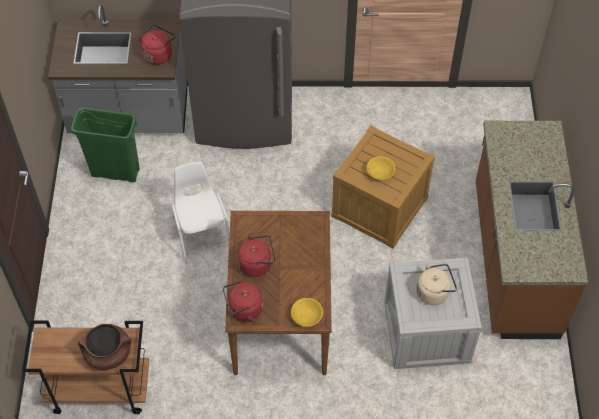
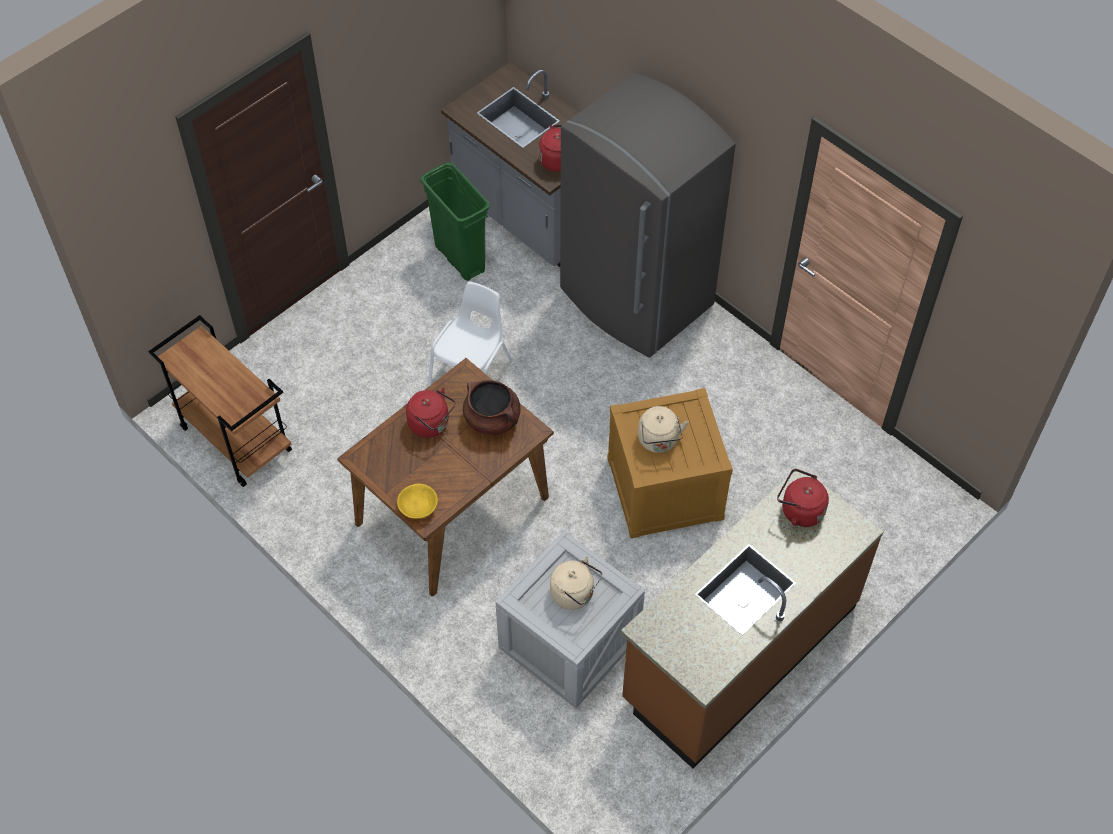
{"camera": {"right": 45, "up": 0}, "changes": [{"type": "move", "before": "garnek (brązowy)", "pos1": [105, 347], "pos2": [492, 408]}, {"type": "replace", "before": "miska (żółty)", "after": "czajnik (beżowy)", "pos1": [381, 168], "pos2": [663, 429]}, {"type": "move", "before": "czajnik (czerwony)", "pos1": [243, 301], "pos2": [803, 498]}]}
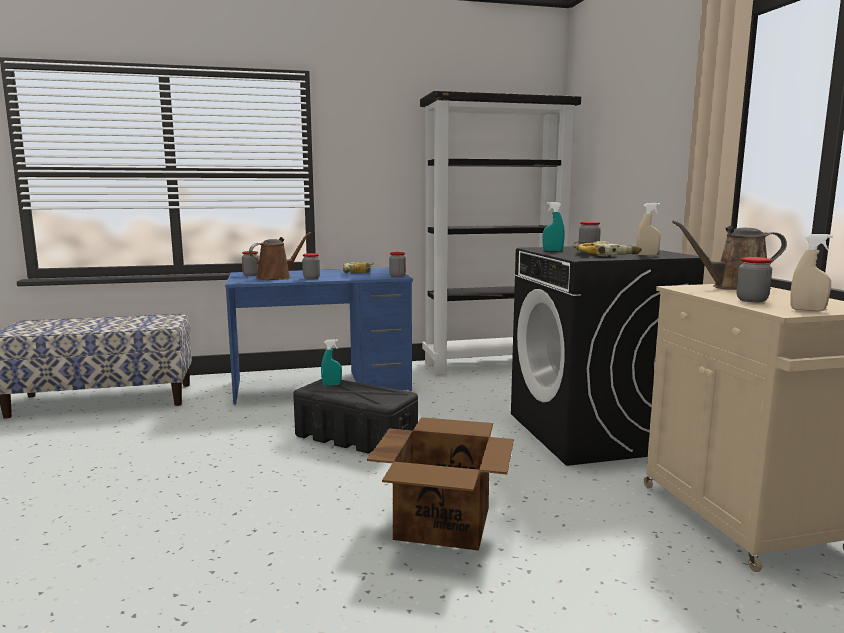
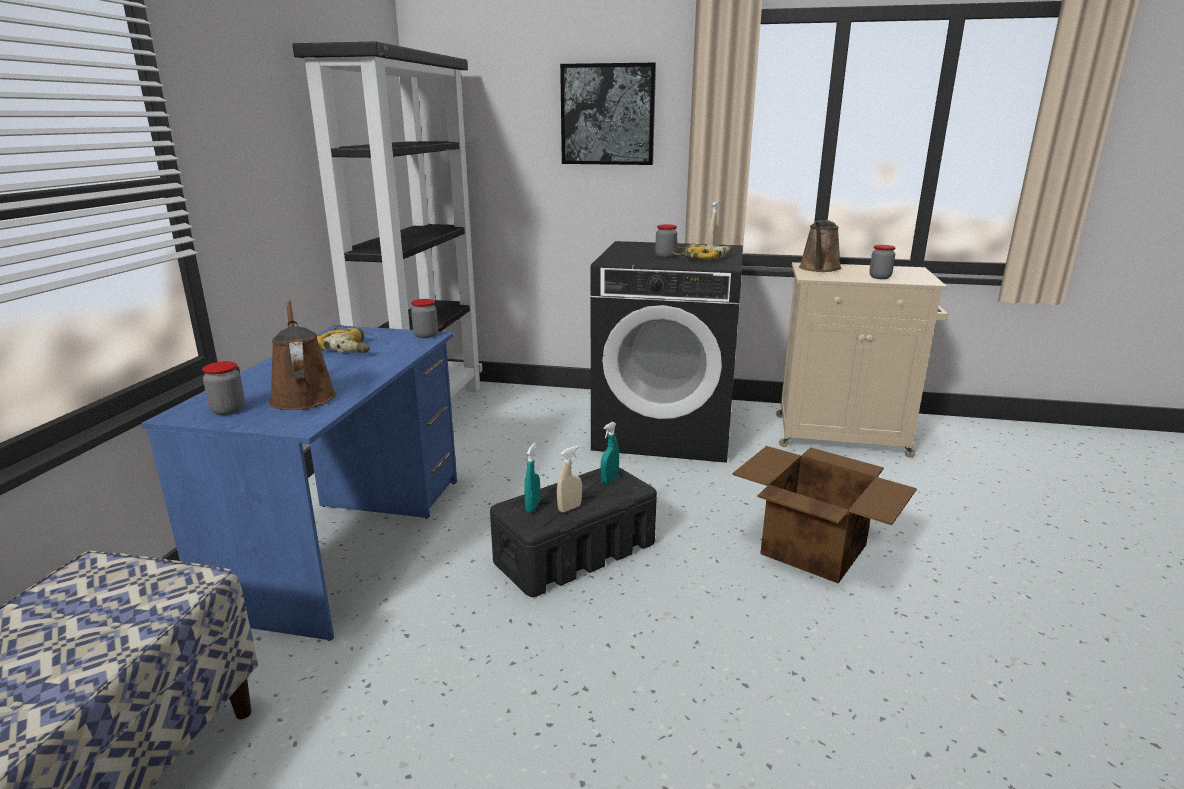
{"camera": {"right": -65, "up": 10}, "changes": [{"type": "move", "before": "spryskiwacz (beżowy)", "pos1": [811, 272], "pos2": [569, 478]}, {"type": "insert", "after": "obraz", "pos2": [608, 114]}, {"type": "move", "before": "spryskiwacz (turkusowy)", "pos1": [554, 226], "pos2": [610, 452]}, {"type": "delete", "before": "słoik", "pos1": [311, 266]}]}
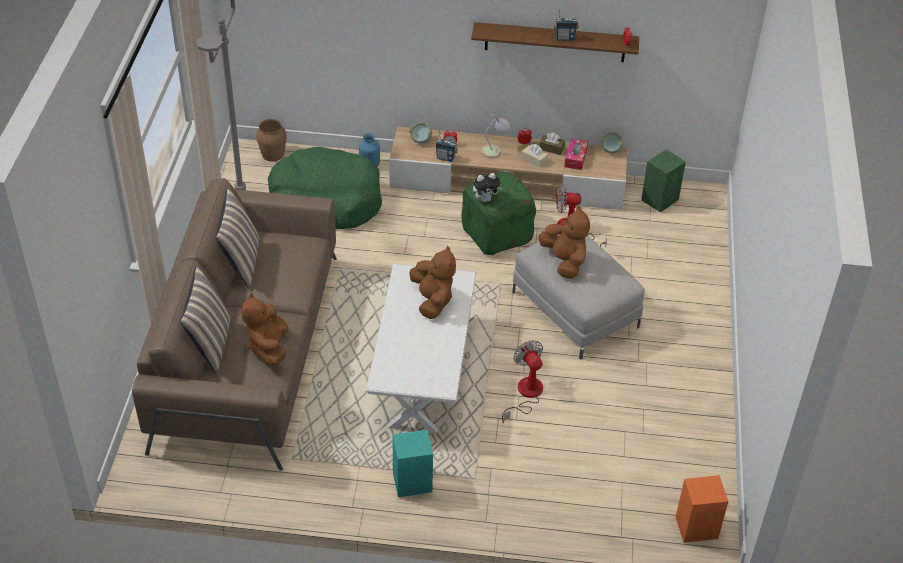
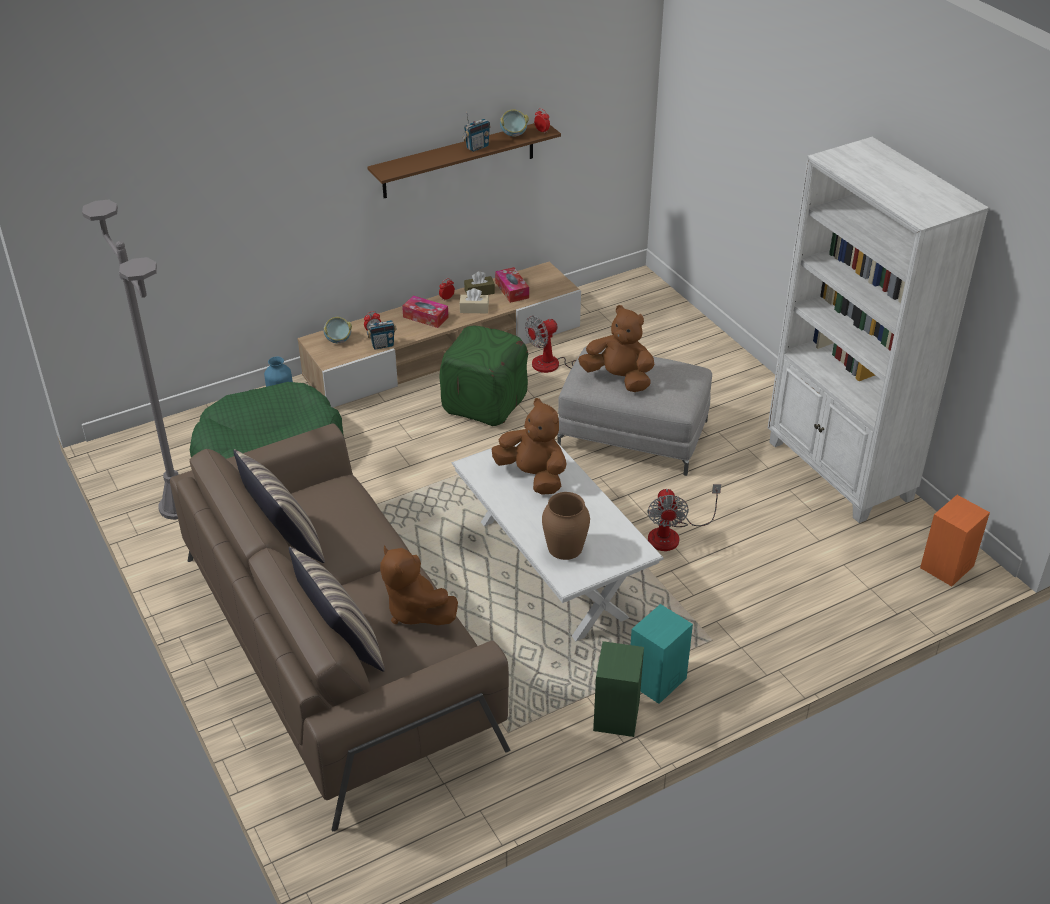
{"camera": {"right": -35, "up": -5}, "changes": [{"type": "replace", "before": "lampa stołowa", "after": "pudełko chusteczek", "pos1": [495, 134], "pos2": [425, 311]}, {"type": "move", "before": "miska", "pos1": [612, 143], "pos2": [514, 123]}, {"type": "move", "before": "wazon (brązowy)", "pos1": [271, 140], "pos2": [566, 526]}, {"type": "move", "before": "głośnik (zielony)", "pos1": [663, 181], "pos2": [618, 689]}, {"type": "rotate", "before": "wentylator", "pos1": [522, 381], "pos2": [684, 517], "turn": -120}, {"type": "insert", "after": "regał (biały)", "pos2": [878, 330]}, {"type": "delete", "before": "pluszak", "pos1": [488, 187]}]}
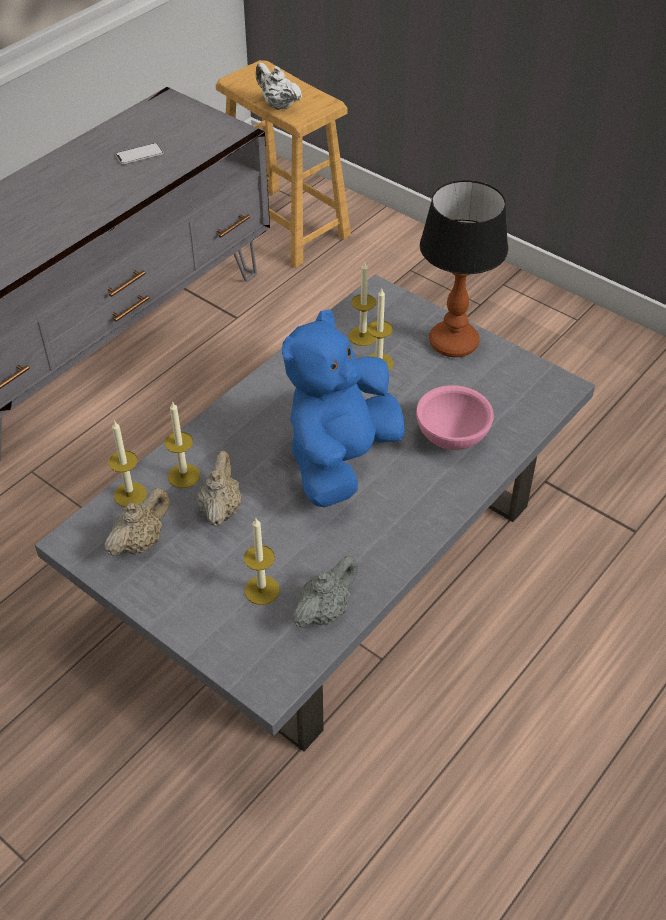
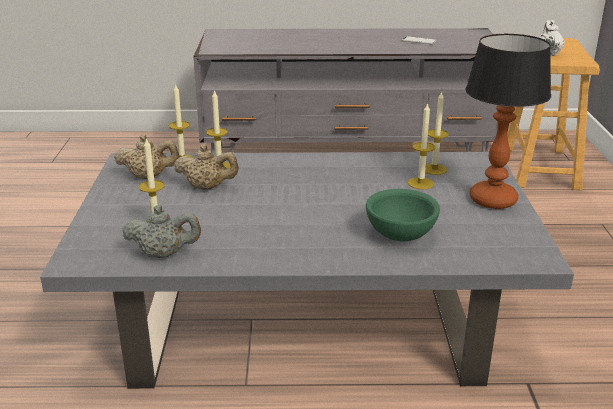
{"camera": {"right": 50, "up": -20}, "changes": [{"type": "rotate", "before": "imbryk (beżowy)", "pos1": [219, 488], "pos2": [206, 167], "turn": 45}, {"type": "recolor", "before": "miska (różowy)", "after": "miska (zielony)", "pos1": [455, 417], "pos2": [403, 215]}, {"type": "delete", "before": "pluszak (niebieski)", "pos1": [343, 408]}]}
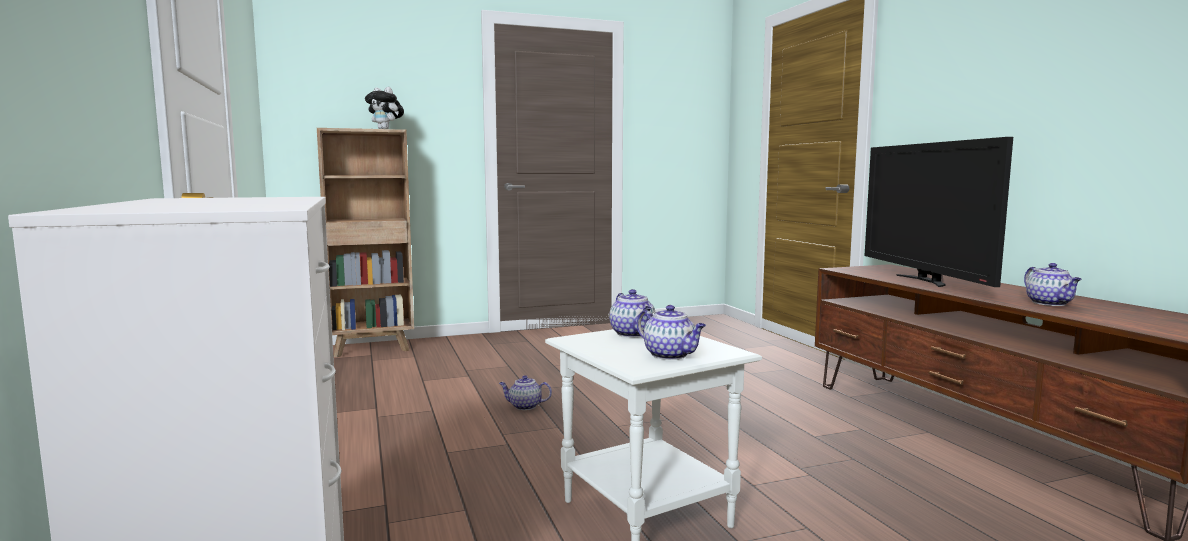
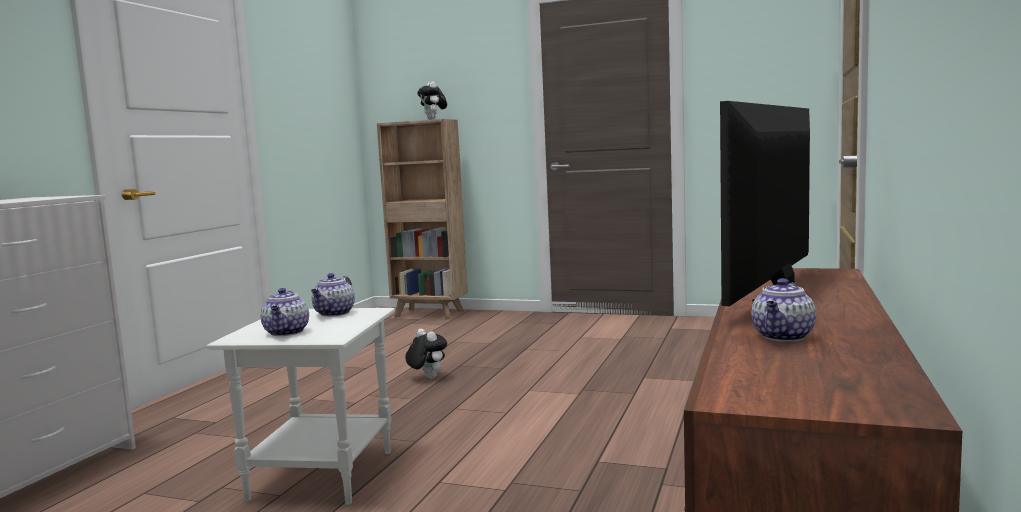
{"camera": {"right": 40, "up": 0}, "changes": [{"type": "replace", "before": "imbryk", "after": "pluszak", "pos1": [525, 392], "pos2": [426, 354]}]}
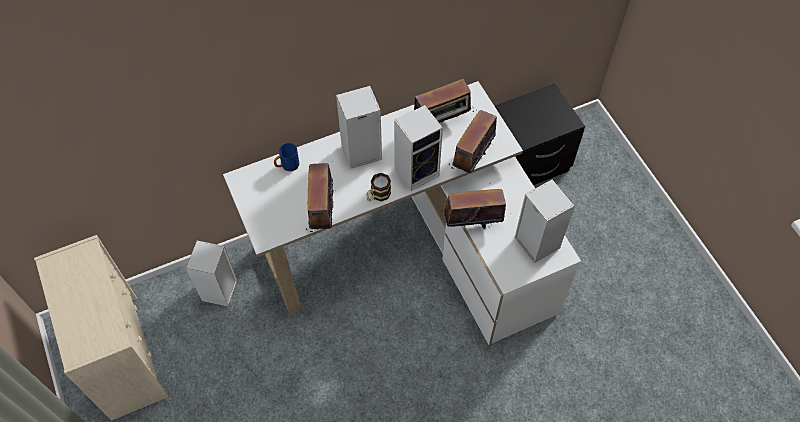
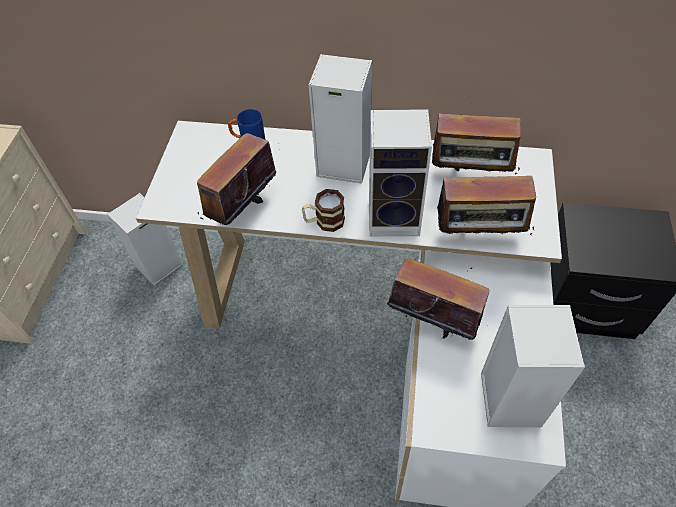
{"camera": {"right": 35, "up": -5}, "changes": [{"type": "rotate", "before": "radio", "pos1": [473, 141], "pos2": [486, 212], "turn": -150}]}
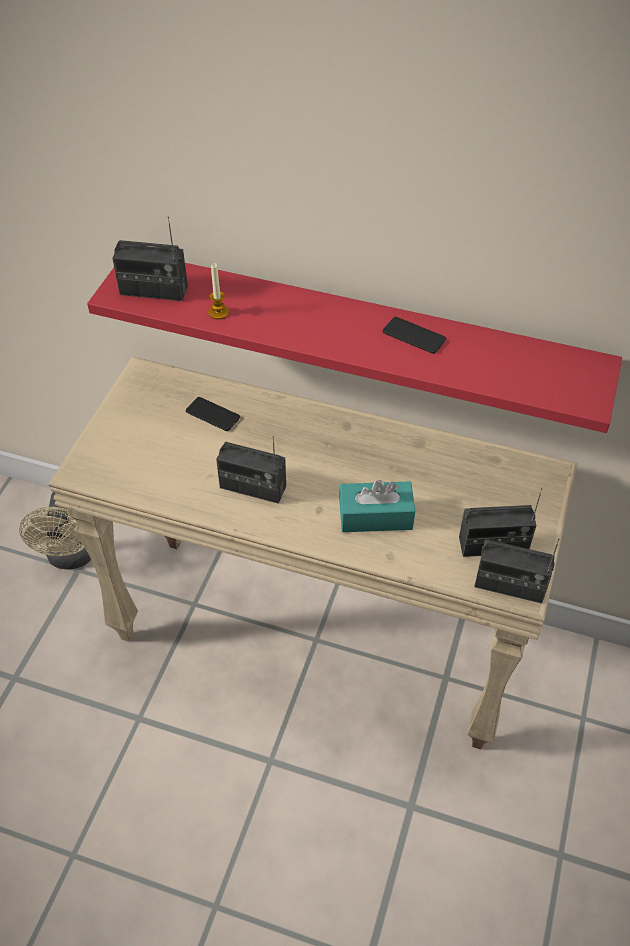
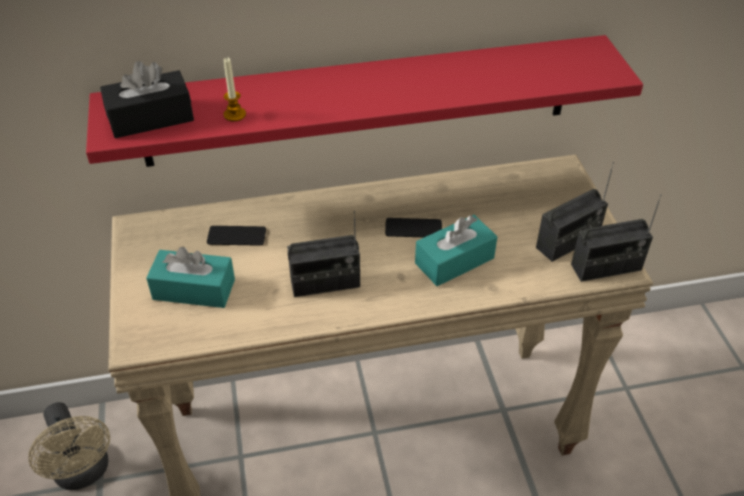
{"camera": {"right": -30, "up": -5}, "changes": [{"type": "replace", "before": "radio", "after": "pudełko chusteczek (czarny)", "pos1": [150, 258], "pos2": [147, 99]}, {"type": "insert", "after": "pudełko chusteczek (turkusowy)", "pos2": [190, 277]}, {"type": "move", "before": "telefon", "pos1": [414, 335], "pos2": [413, 227]}]}
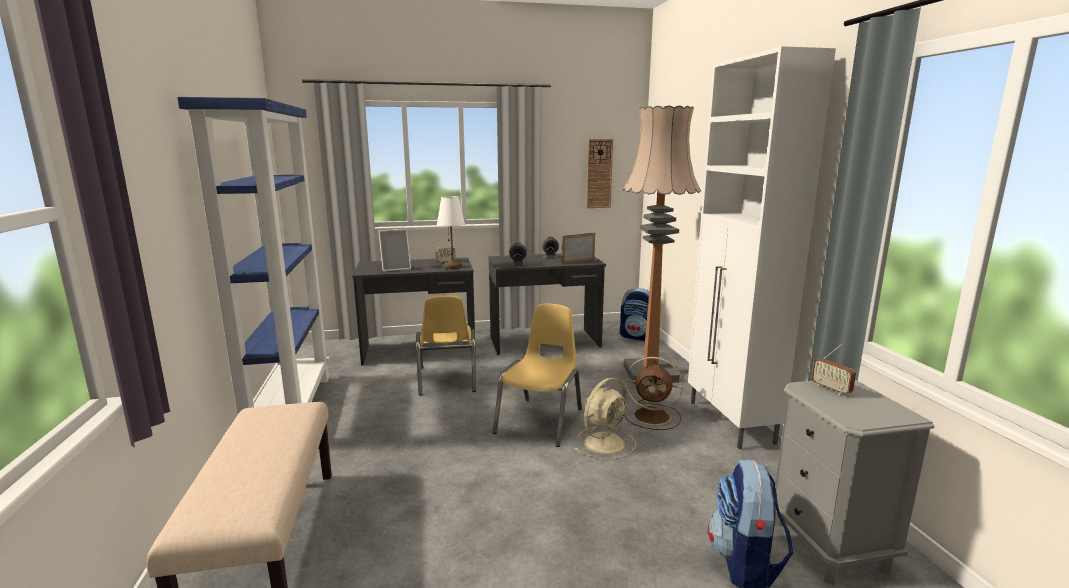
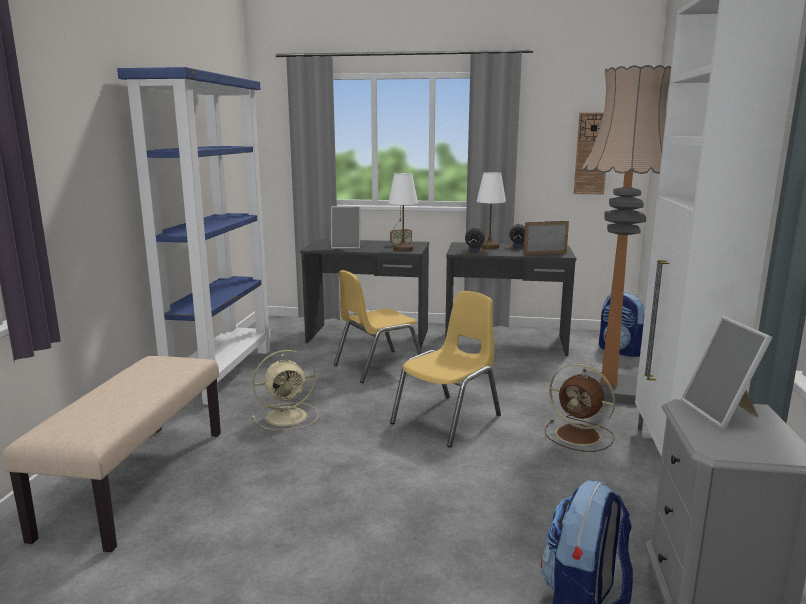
{"camera": {"right": 20, "up": 0}, "changes": [{"type": "move", "before": "wentylator (beżowy)", "pos1": [605, 418], "pos2": [285, 390]}, {"type": "rotate", "before": "krzesło (żółty)", "pos1": [446, 345], "pos2": [378, 326], "turn": 45}, {"type": "insert", "after": "lampa stołowa (biały)", "pos2": [491, 210]}, {"type": "replace", "before": "radio", "after": "ramka na zdjęcie", "pos1": [834, 369], "pos2": [726, 372]}]}
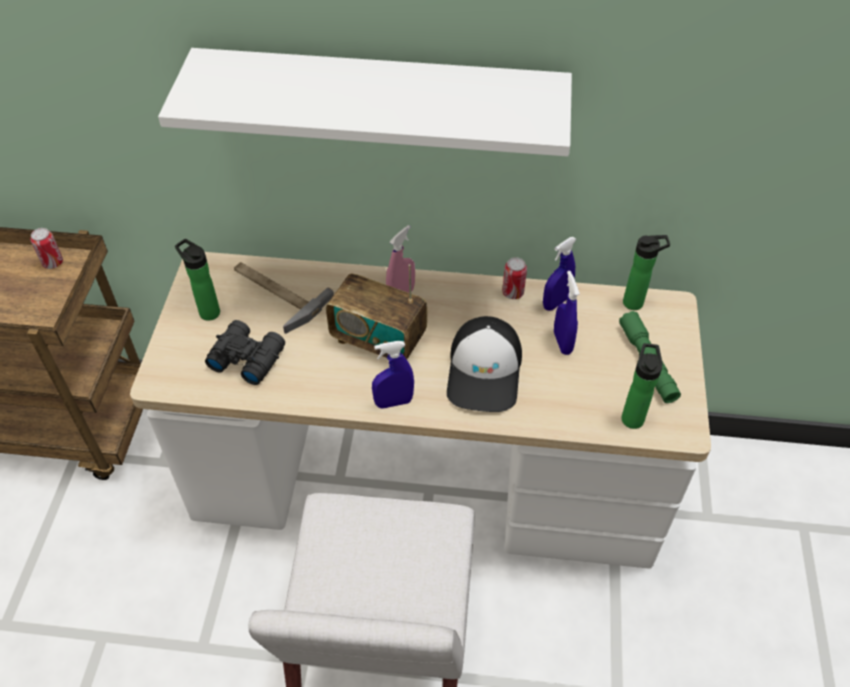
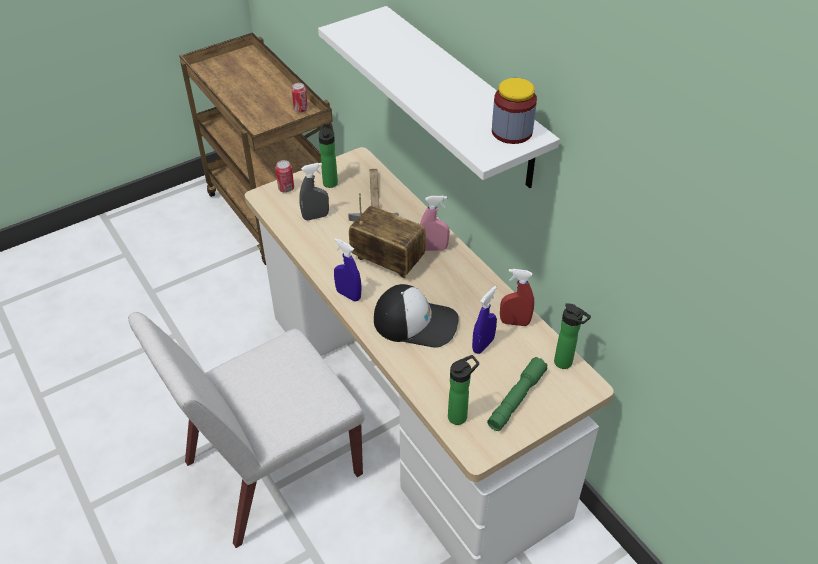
{"camera": {"right": 50, "up": -5}, "changes": [{"type": "move", "before": "puszka", "pos1": [514, 278], "pos2": [284, 176]}, {"type": "replace", "before": "lornetka (czarny)", "after": "spryskiwacz (szary)", "pos1": [245, 352], "pos2": [314, 191]}, {"type": "rotate", "before": "radio", "pos1": [376, 311], "pos2": [387, 235], "turn": 135}, {"type": "rotate", "before": "czapka z daszkiem", "pos1": [484, 364], "pos2": [416, 316], "turn": -135}, {"type": "insert", "after": "słoik", "pos2": [514, 111]}, {"type": "recolor", "before": "spryskiwacz (niebieski)", "after": "spryskiwacz (czerwony)", "pos1": [560, 274], "pos2": [517, 297]}]}
